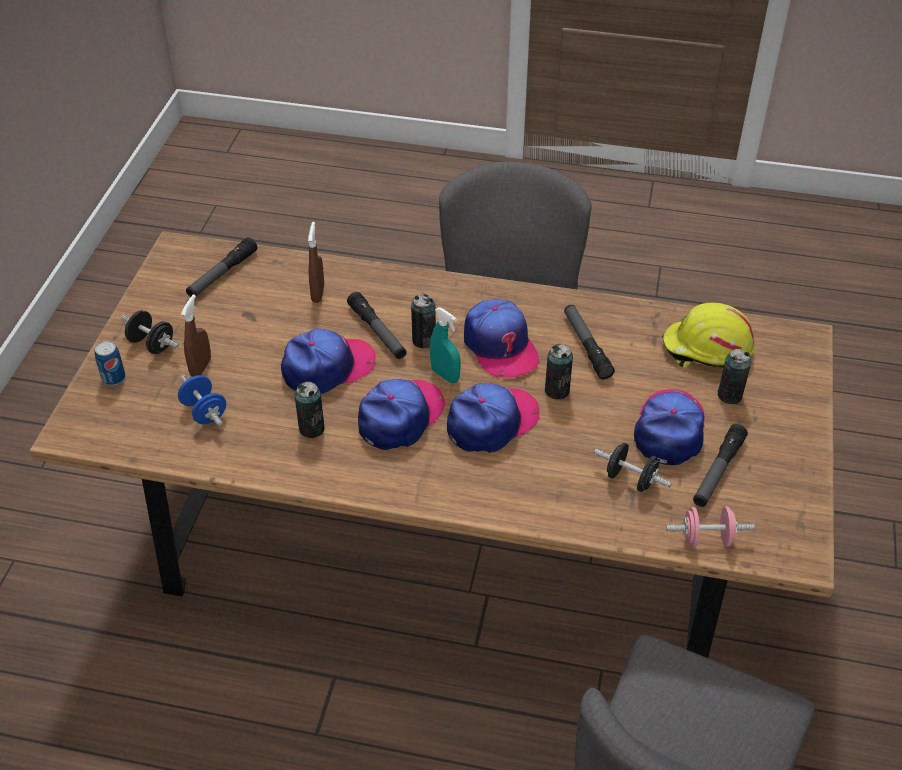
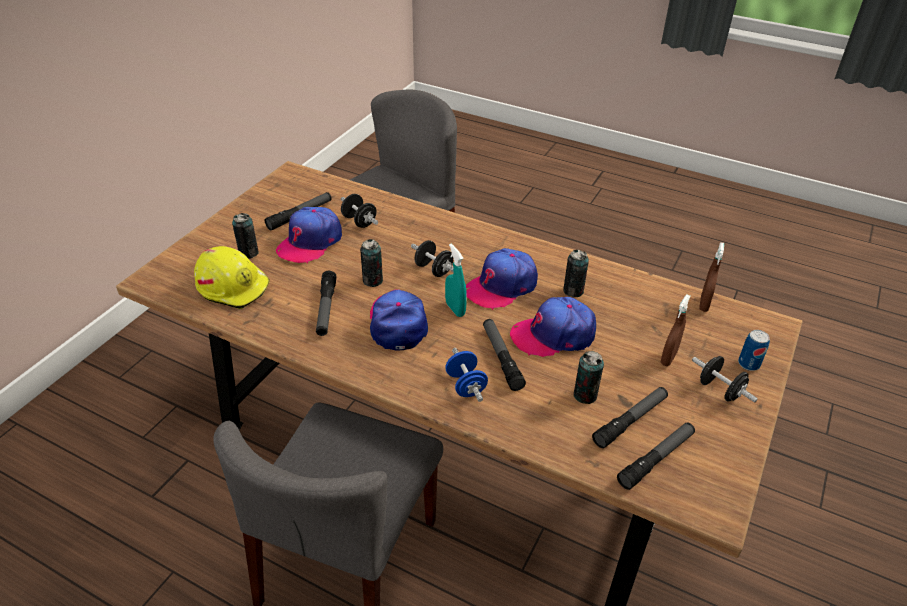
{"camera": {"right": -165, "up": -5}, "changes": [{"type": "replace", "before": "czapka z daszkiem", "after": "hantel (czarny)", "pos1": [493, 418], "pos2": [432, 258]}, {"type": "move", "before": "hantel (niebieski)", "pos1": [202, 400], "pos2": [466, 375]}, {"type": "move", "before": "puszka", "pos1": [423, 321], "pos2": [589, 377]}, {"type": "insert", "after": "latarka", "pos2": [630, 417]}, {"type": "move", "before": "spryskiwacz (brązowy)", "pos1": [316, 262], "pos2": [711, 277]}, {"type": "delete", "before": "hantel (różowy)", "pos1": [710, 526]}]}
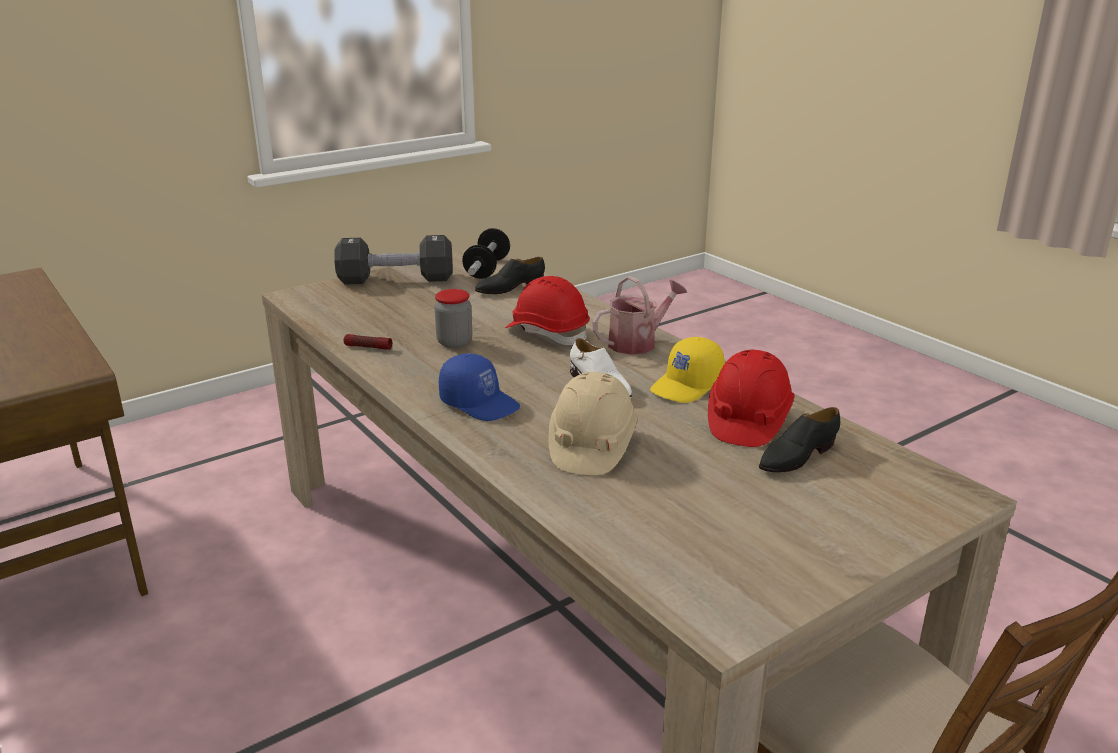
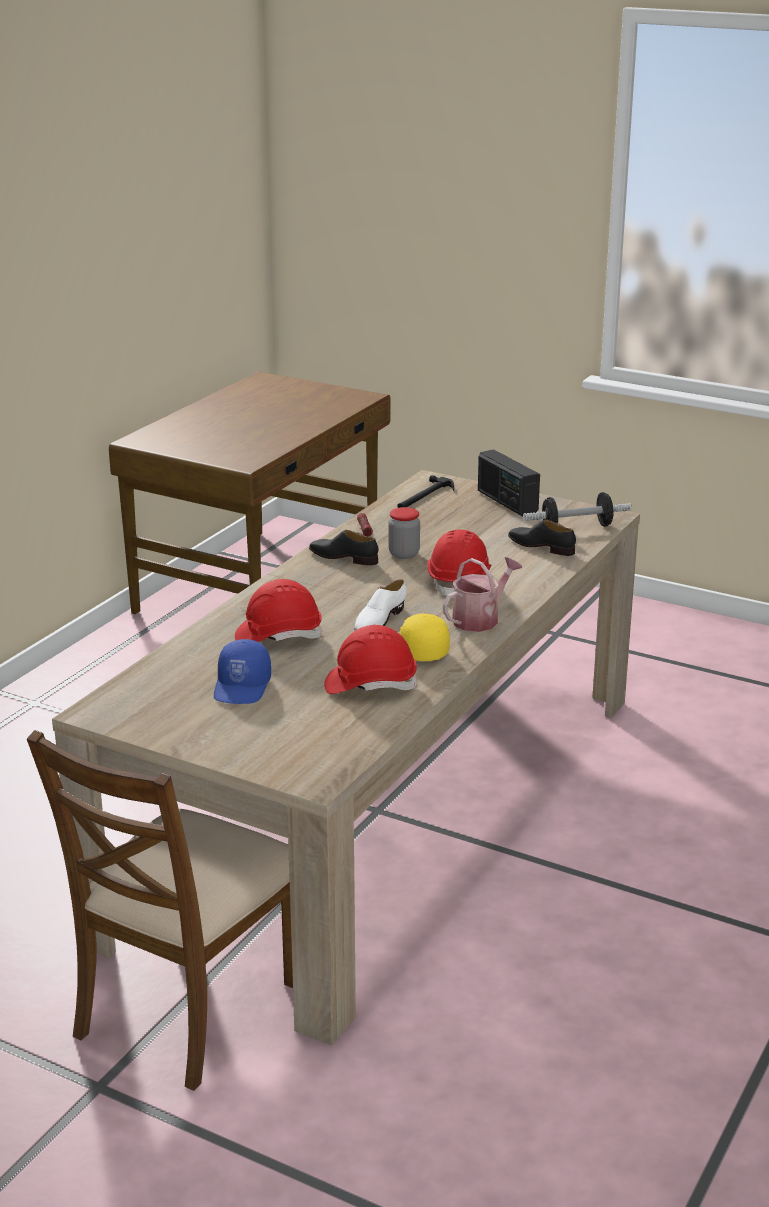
{"camera": {"right": 65, "up": 0}, "changes": [{"type": "move", "before": "czapka z daszkiem (niebieski)", "pos1": [479, 387], "pos2": [242, 671]}, {"type": "recolor", "before": "kask (beżowy)", "after": "kask (czerwony)", "pos1": [593, 424], "pos2": [278, 610]}, {"type": "move", "before": "but (czarny)", "pos1": [799, 440], "pos2": [344, 548]}, {"type": "insert", "after": "młotek", "pos2": [425, 491]}, {"type": "rotate", "before": "konewka", "pos1": [640, 315], "pos2": [482, 594], "turn": -75}, {"type": "replace", "before": "hantel (czarny)", "after": "radio", "pos1": [393, 260], "pos2": [509, 483]}]}
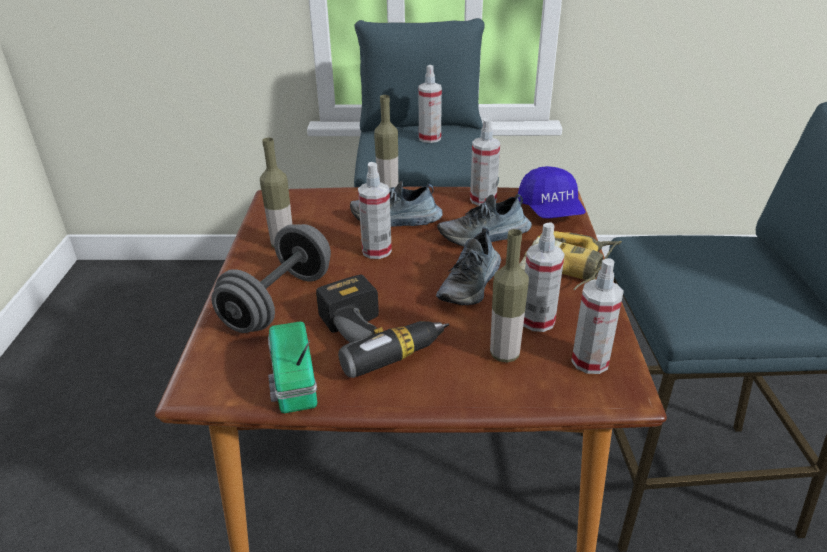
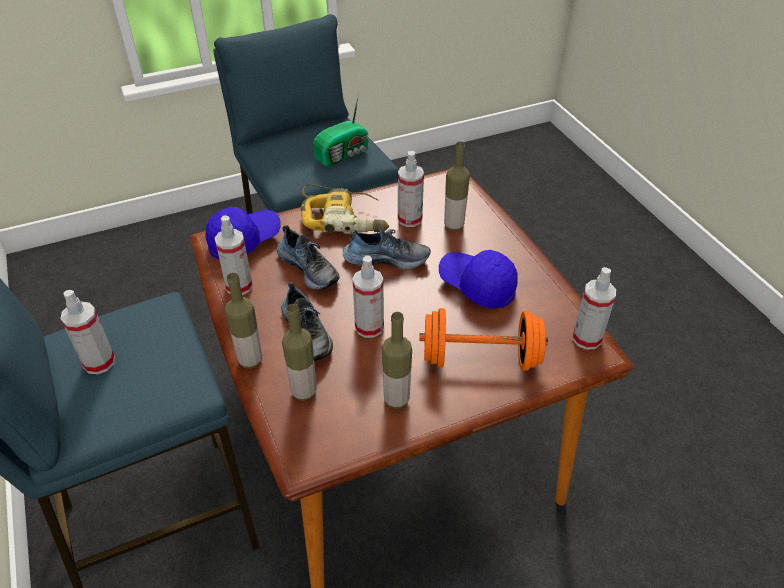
{"camera": {"right": -115, "up": 10}, "changes": [{"type": "insert", "after": "butelka", "pos2": [299, 352]}, {"type": "move", "before": "radio", "pos1": [292, 367], "pos2": [341, 130]}, {"type": "recolor", "before": "hantel (szary)", "after": "hantel (pomarańczowy)", "pos1": [271, 278], "pos2": [483, 339]}, {"type": "replace", "before": "wiertarka", "after": "czapka z daszkiem (niebieski)", "pos1": [382, 326], "pos2": [478, 279]}, {"type": "move", "before": "spryskiwacz", "pos1": [597, 316], "pos2": [594, 308]}]}
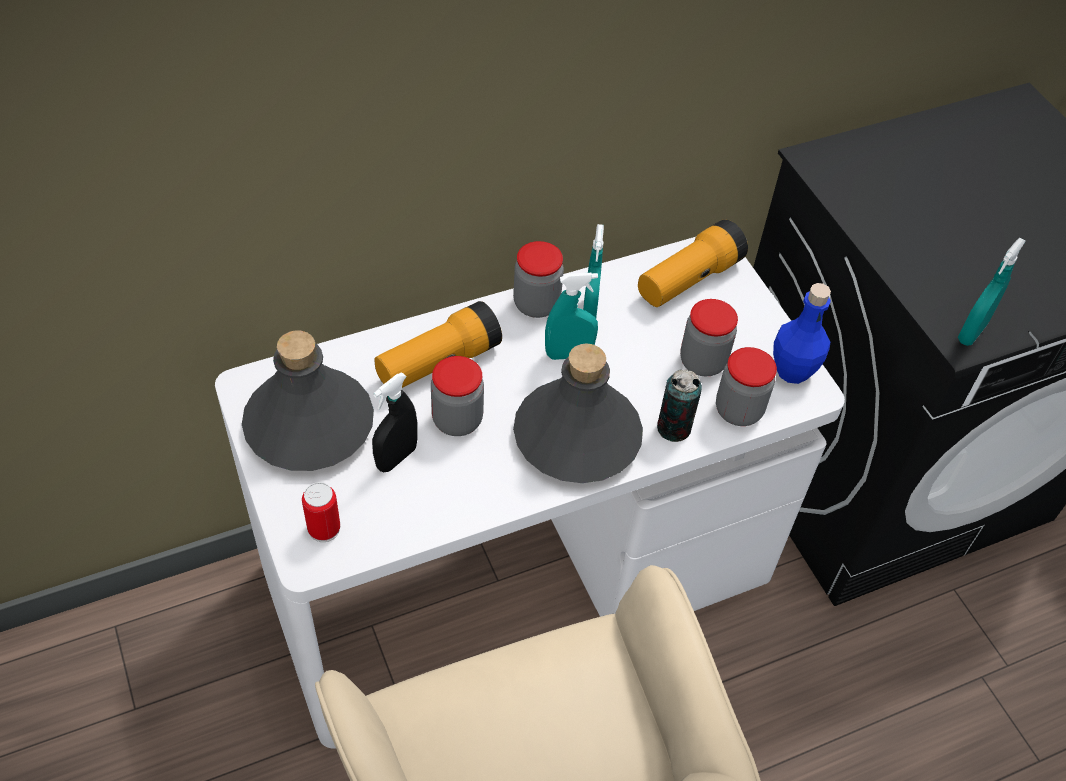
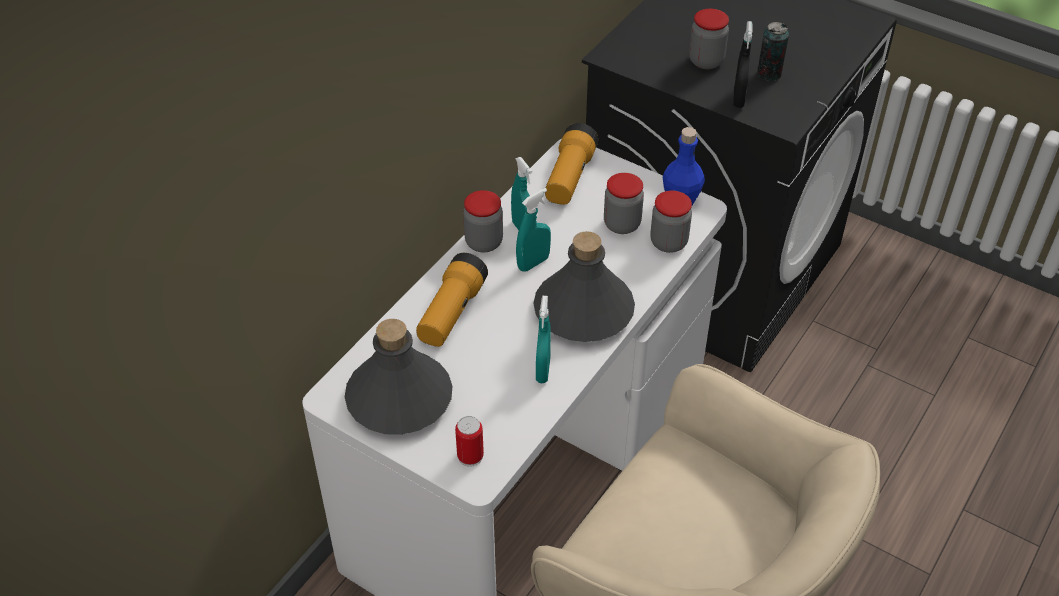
{"camera": {"right": -30, "up": -5}, "changes": [{"type": "move", "before": "spryskiwacz (turkusowy)", "pos1": [992, 292], "pos2": [543, 339]}, {"type": "move", "before": "słoik", "pos1": [457, 396], "pos2": [709, 39]}, {"type": "move", "before": "spryskiwacz (czarny)", "pos1": [395, 422], "pos2": [742, 64]}, {"type": "move", "before": "puszka", "pos1": [679, 405], "pos2": [773, 51]}]}
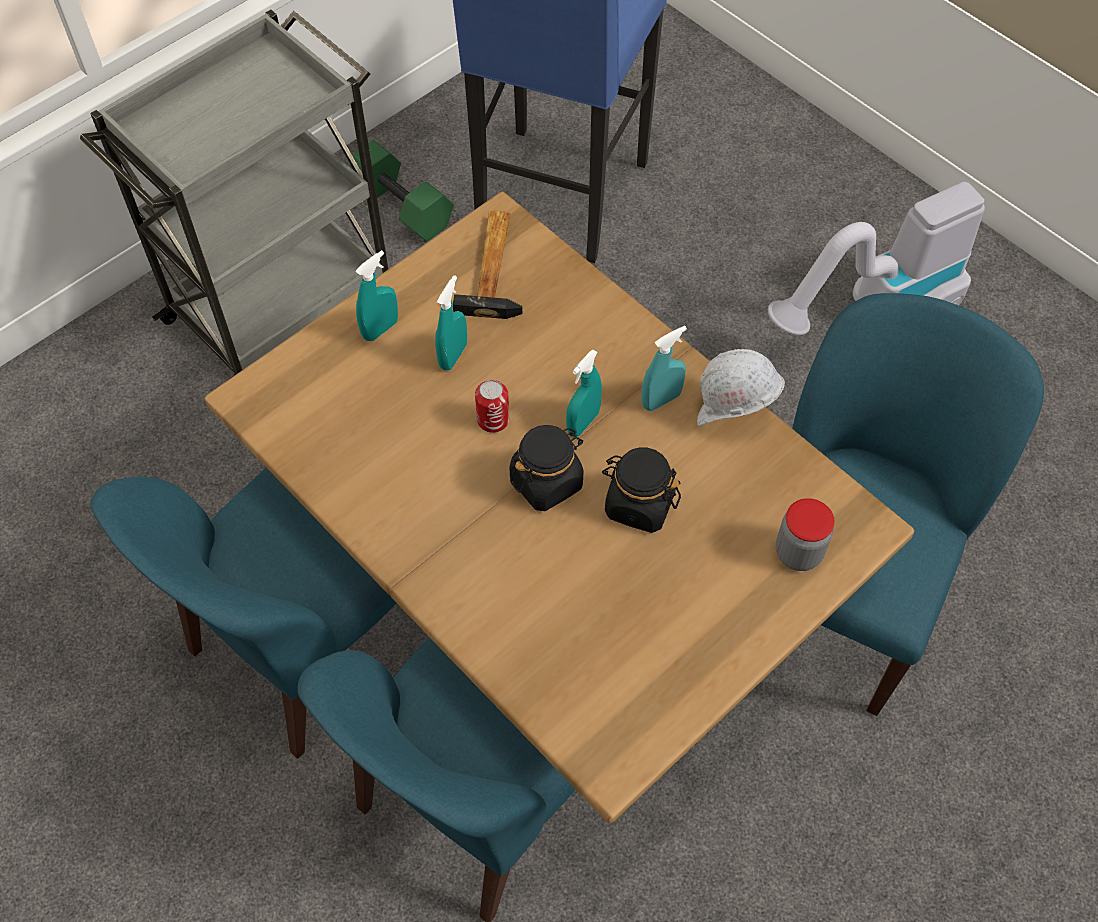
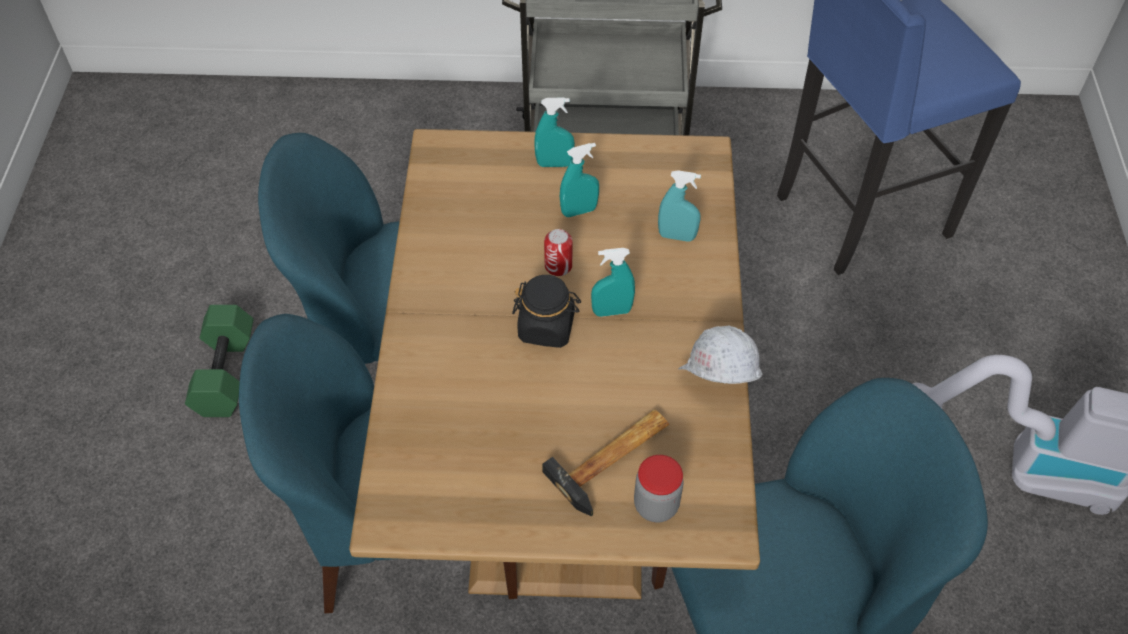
{"camera": {"right": 45, "up": -5}, "changes": [{"type": "move", "before": "hantel (zielony)", "pos1": [401, 191], "pos2": [219, 361]}, {"type": "move", "before": "młotek", "pos1": [488, 265], "pos2": [605, 462]}, {"type": "move", "before": "spryskiwacz (turkusowy)", "pos1": [664, 368], "pos2": [679, 206]}, {"type": "delete", "before": "słoik (czarny)", "pos1": [641, 490]}]}
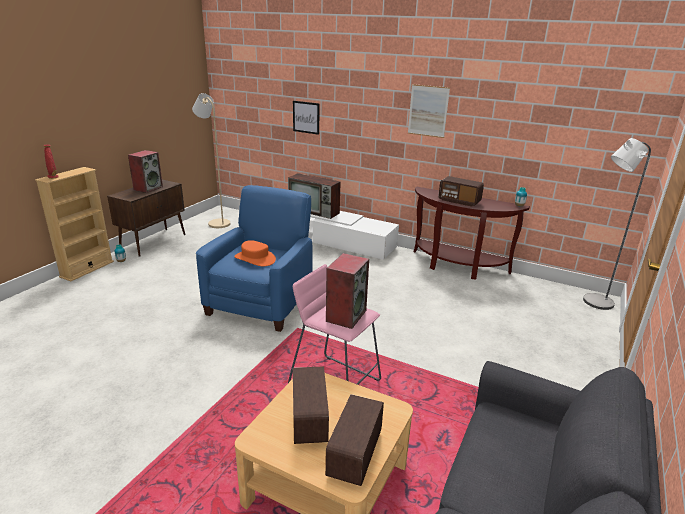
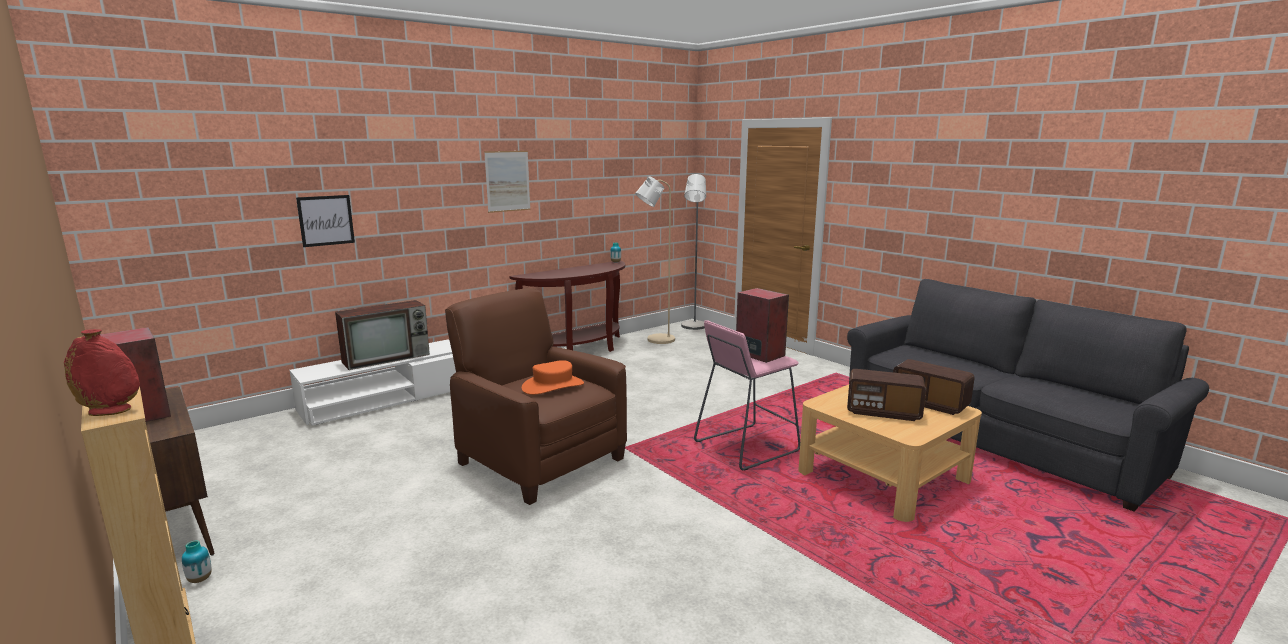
{"camera": {"right": -65, "up": -10}, "changes": [{"type": "recolor", "before": "fotel (niebieski)", "after": "fotel (brązowy)", "pos1": [254, 258], "pos2": [536, 396]}, {"type": "move", "before": "lampa stojąca (beżowy)", "pos1": [211, 160], "pos2": [655, 260]}, {"type": "delete", "before": "radio", "pos1": [461, 191]}]}
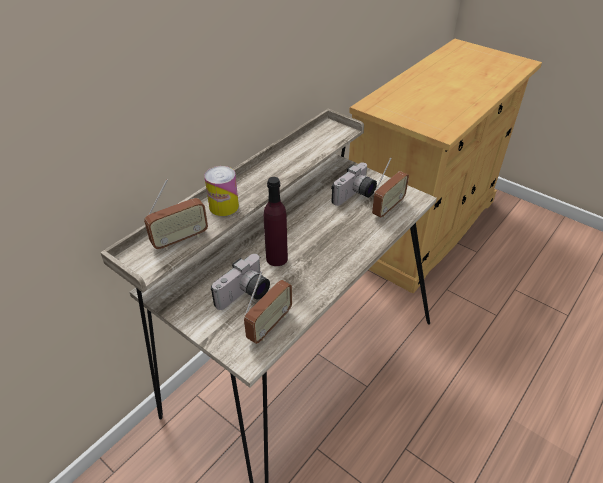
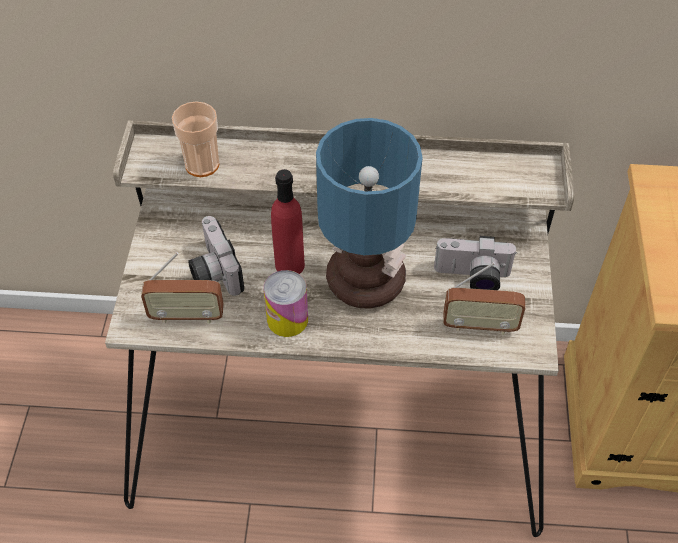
{"camera": {"right": 55, "up": 10}, "changes": [{"type": "replace", "before": "radio", "after": "filiżanka", "pos1": [176, 214], "pos2": [196, 139]}, {"type": "rotate", "before": "aparat fotograficzny", "pos1": [240, 282], "pos2": [216, 256], "turn": 60}, {"type": "move", "before": "puszka", "pos1": [221, 191], "pos2": [286, 303]}, {"type": "recolor", "before": "butelka (fioletowy)", "after": "butelka (czerwony)", "pos1": [276, 221], "pos2": [288, 221]}, {"type": "insert", "after": "lampa stołowa", "pos2": [369, 213]}]}
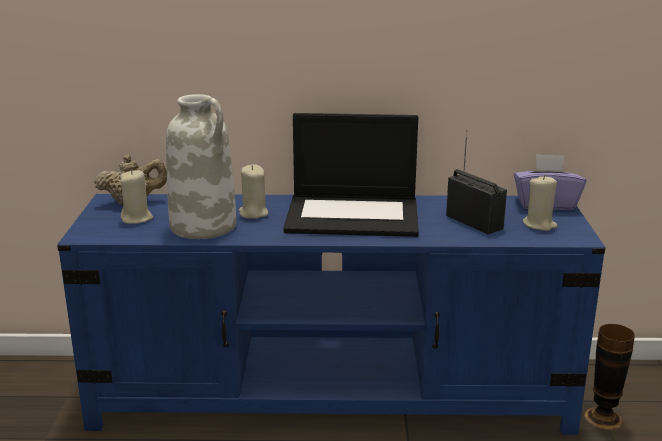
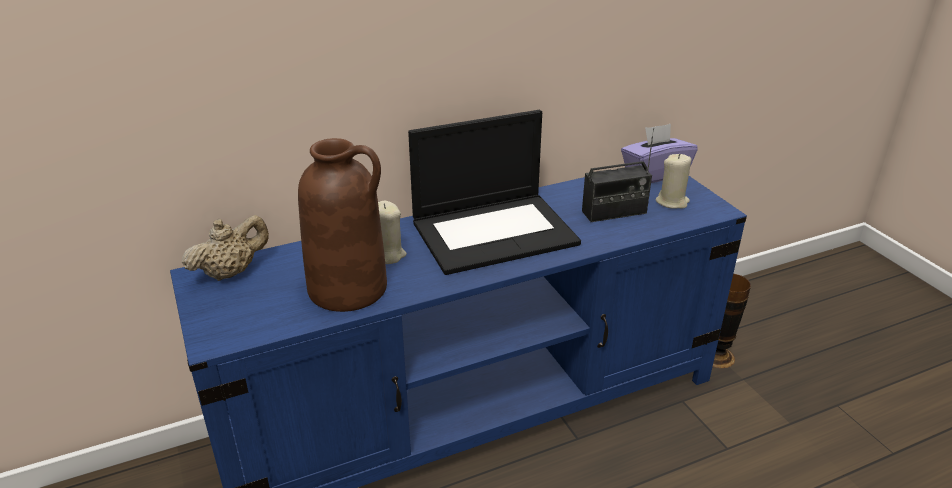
{"camera": {"right": -25, "up": 10}, "changes": [{"type": "recolor", "before": "wazon (biały)", "after": "wazon (brązowy)", "pos1": [201, 166], "pos2": [342, 225]}, {"type": "rotate", "before": "radio", "pos1": [476, 182], "pos2": [618, 175], "turn": 135}, {"type": "delete", "before": "świeca (beżowy)", "pos1": [136, 197]}]}
